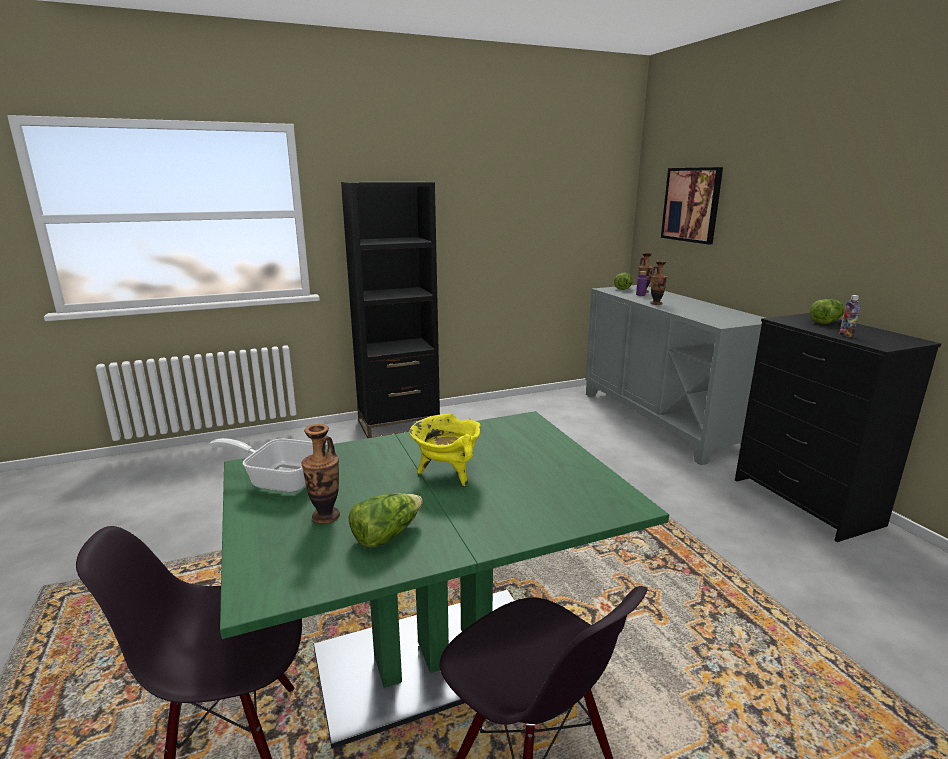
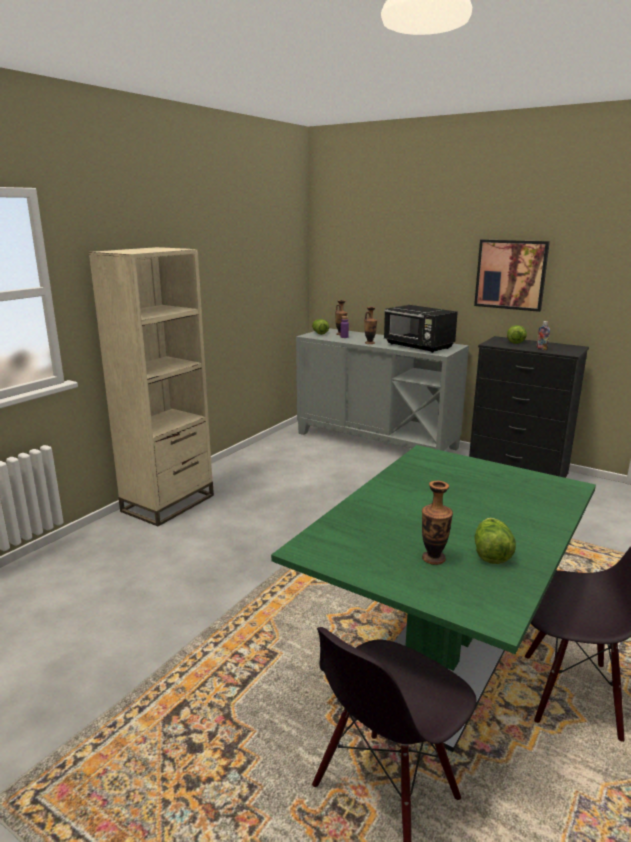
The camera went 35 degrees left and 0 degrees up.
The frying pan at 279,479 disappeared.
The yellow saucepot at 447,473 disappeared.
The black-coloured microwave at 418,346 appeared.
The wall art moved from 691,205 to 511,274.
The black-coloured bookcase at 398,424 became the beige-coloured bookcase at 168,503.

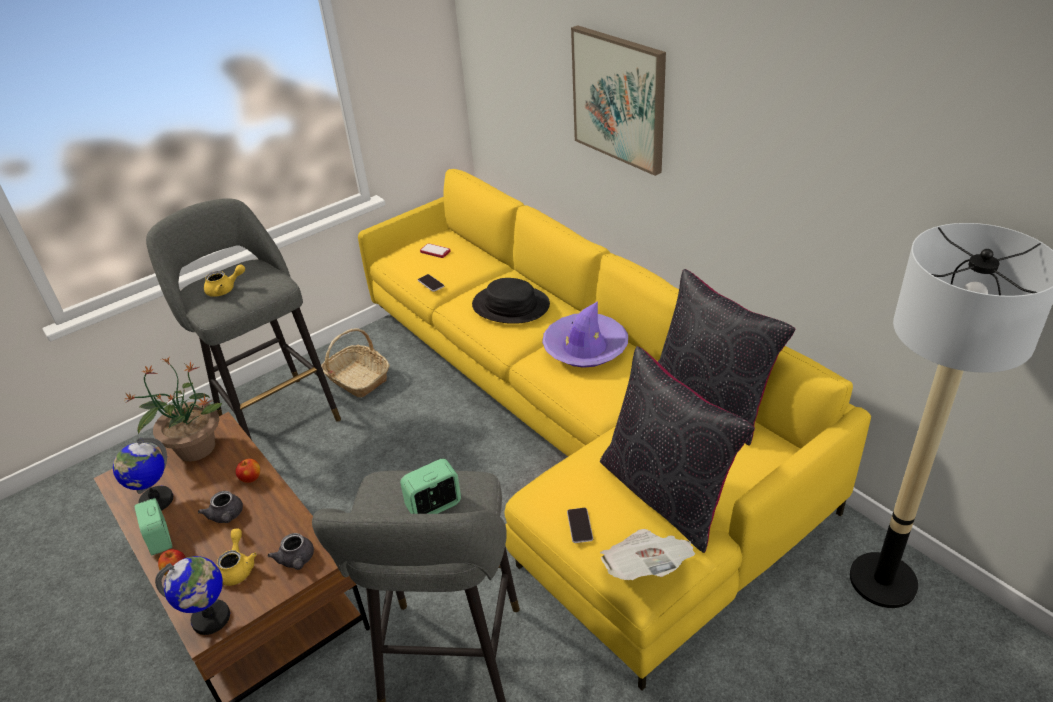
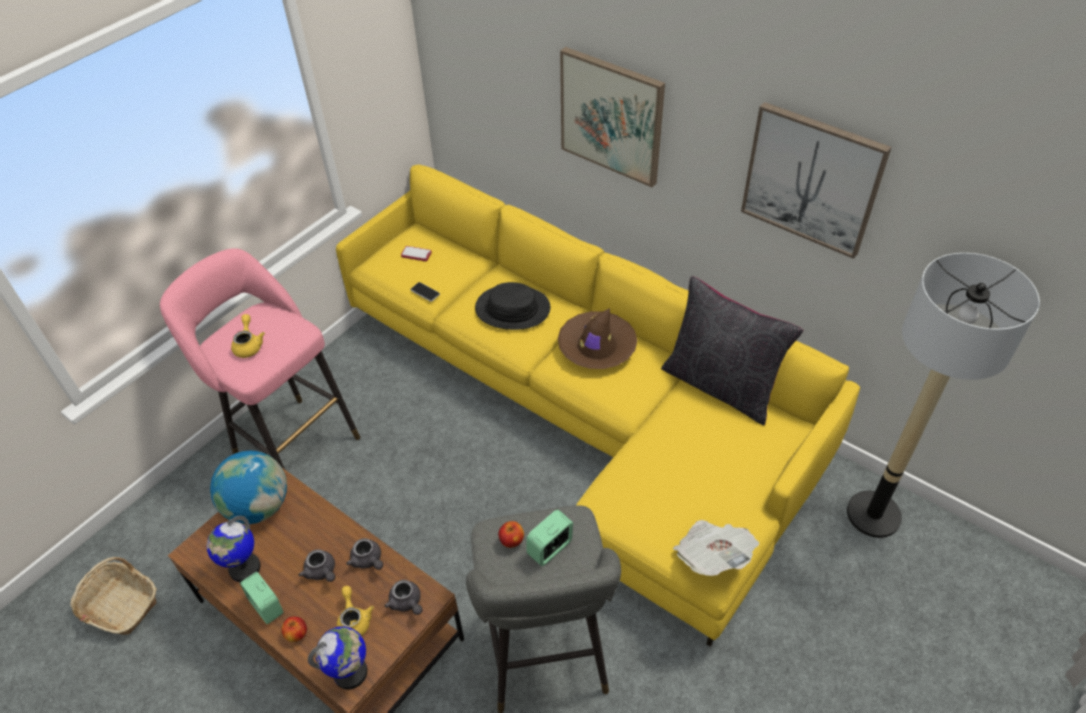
The camera went 15 degrees left and 10 degrees up.
The telephone at 580,526 disappeared.
The black-coloured throw pillow at 666,494 disappeared.
The grey tea pot at 368,560 appeared.
The wall art at 812,179 appeared.
The apple fruit moved from 251,478 to 511,540.
The household basket moved from 357,379 to 120,605.
The houseplant at 195,447 was replaced by the globe at 258,506.
The grey sitting stool at 275,416 became the pink sitting stool at 292,443.
The purplish hat at 585,348 became the brown hat at 597,347.
The yellow tea pot at 225,289 turned 60 degrees counterclockwise.

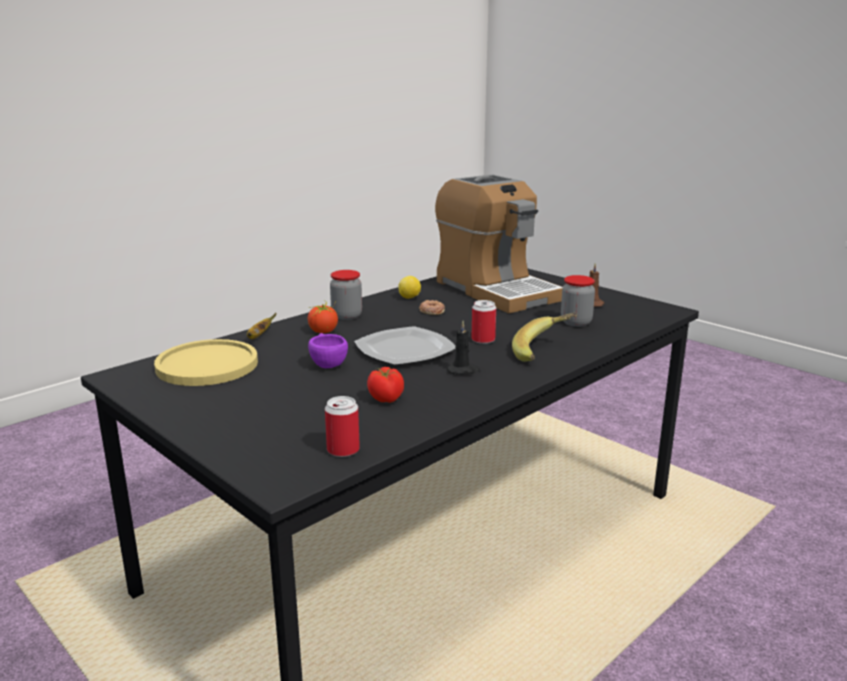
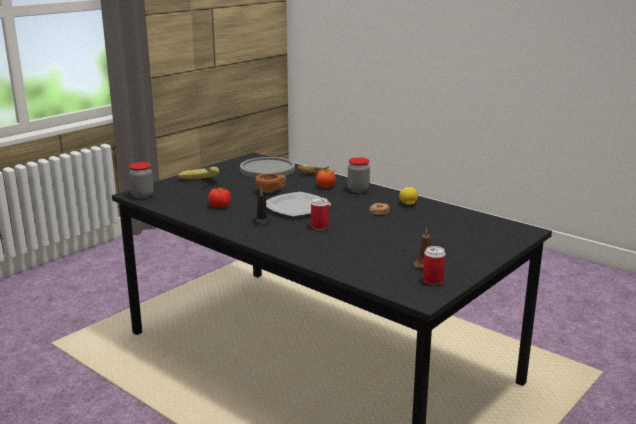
The camera went 85 degrees right and 0 degrees up.
The coffee machine at 495,290 disappeared.
The metal can moved from 343,450 to 433,280.
The banana moved from 544,352 to 198,183.
The preserve jar moved from 576,322 to 142,195.
The yellow flat dish at 207,365 became the grey flat dish at 267,169.
The purplish small cup at 327,363 became the brown small cup at 271,191.

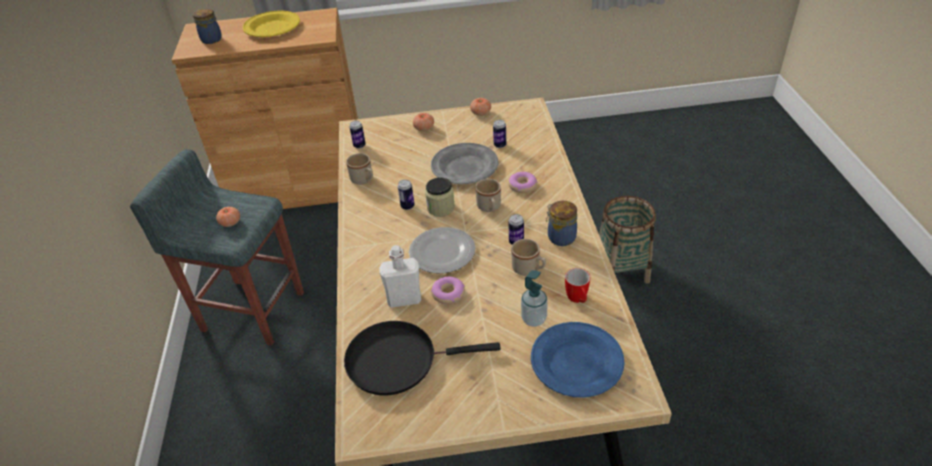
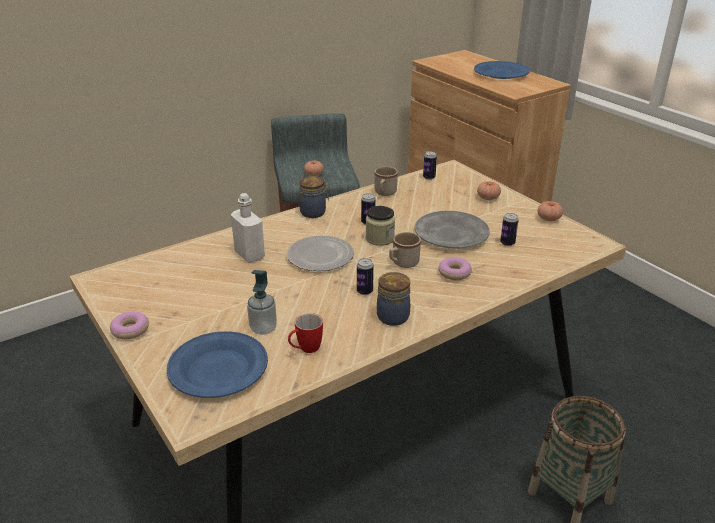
The camera went 60 degrees right and 10 degrees down.
The black-coloured frying pan at 398,360 disappeared.
The beige-coloured tea mug at 529,269 disappeared.
The preserve jar moved from 212,39 to 314,212.
The doughnut moved from 448,294 to 130,330.
The yellow flat dish at 272,28 became the bluish flat dish at 500,74.

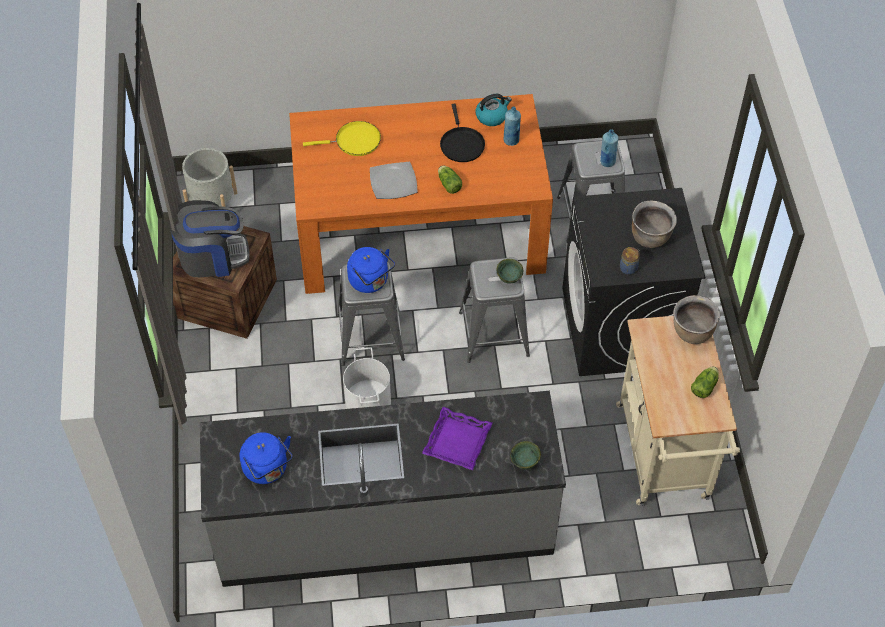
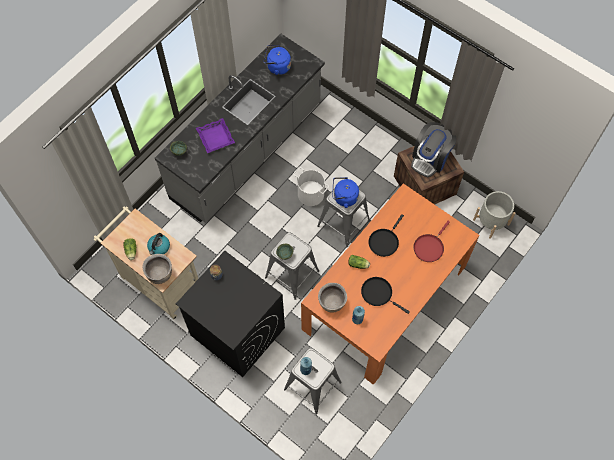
The camera went 135 degrees right and 10 degrees up.
The kettle moved from 492,116 to 159,247.
The brown saucepot moved from 650,237 to 332,303.
The flat dish at 394,182 was replaced by the black-coloured frying pan at 384,241.
The yellow frying pan at 354,141 became the red-coloured frying pan at 429,247.

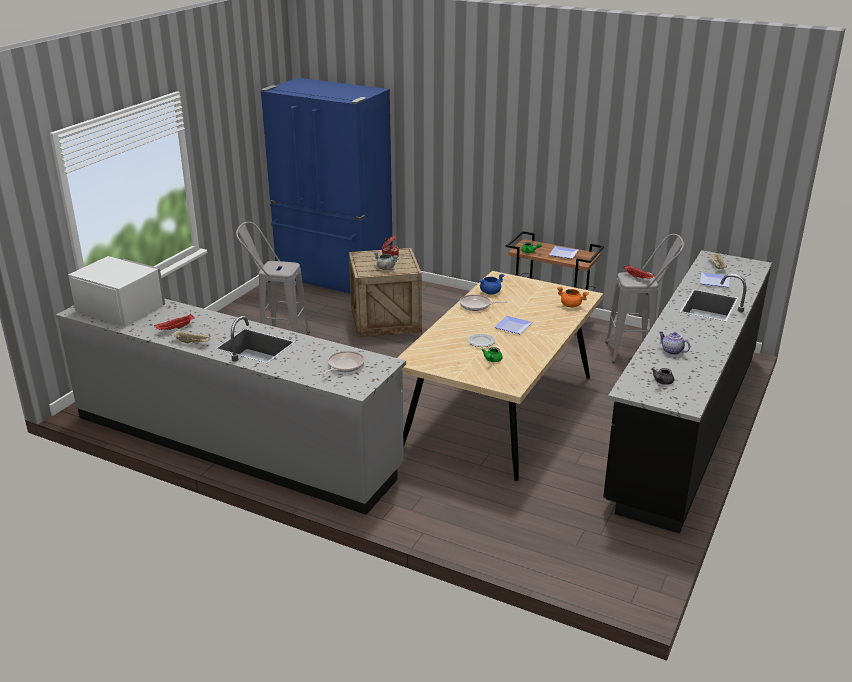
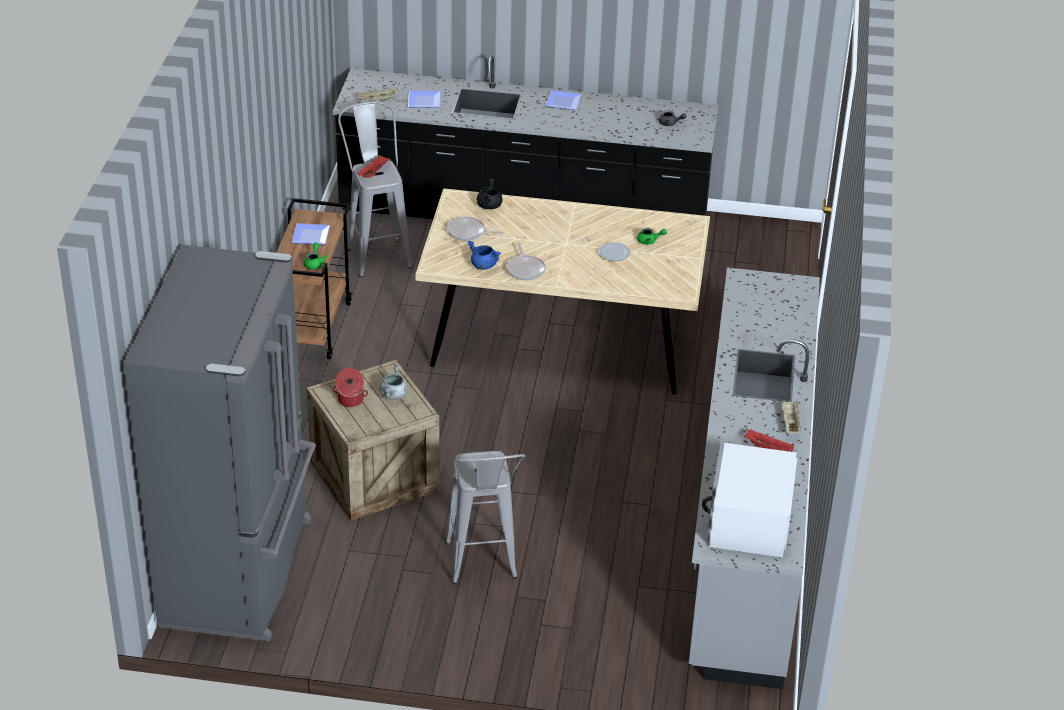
The camera went 110 degrees left and 10 degrees up.
The tea pot at 671,351 disappeared.
The frying pan moved from 344,365 to 468,232.
The flat dish moved from 512,326 to 562,102.
The bluish fridge at 333,277 became the grey fridge at 241,572.
The orange-coloured saucepot at 571,305 became the black-coloured saucepot at 489,205.

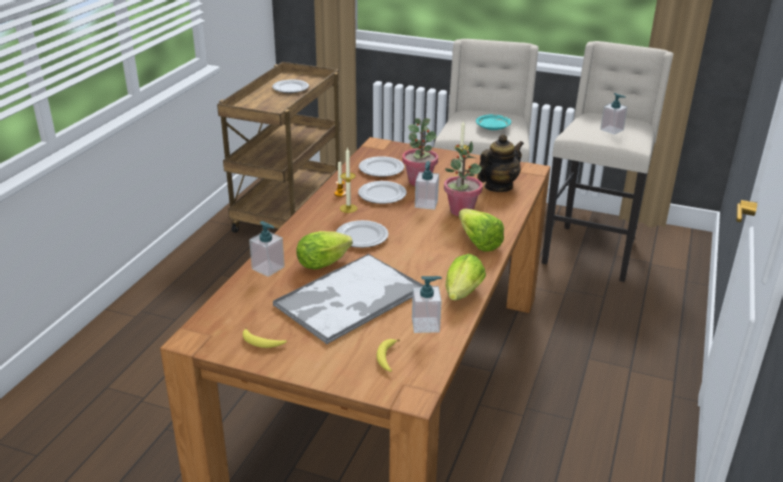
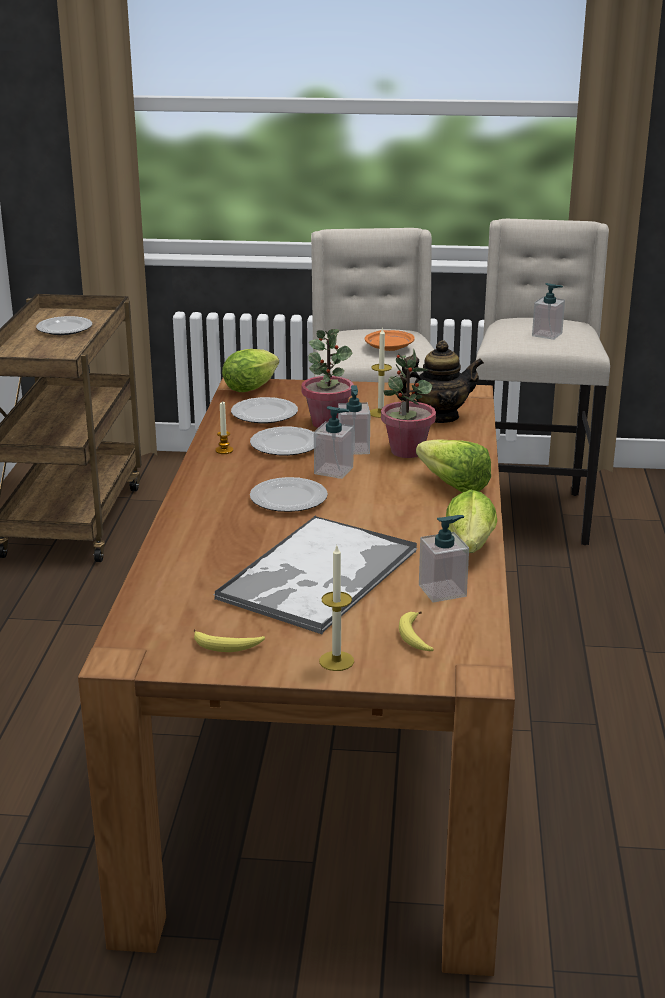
The camera went 15 degrees left and 5 degrees down.
The soap dispenser moved from 268,268 to 334,471.
The lettuce moved from 326,263 to 253,387.
The candle moved from 348,208 to 336,661.
The blue-green flat dish at 493,127 became the orange-coloured flat dish at 389,348.
The tea pot at 498,187 turned 45 degrees clockwise.

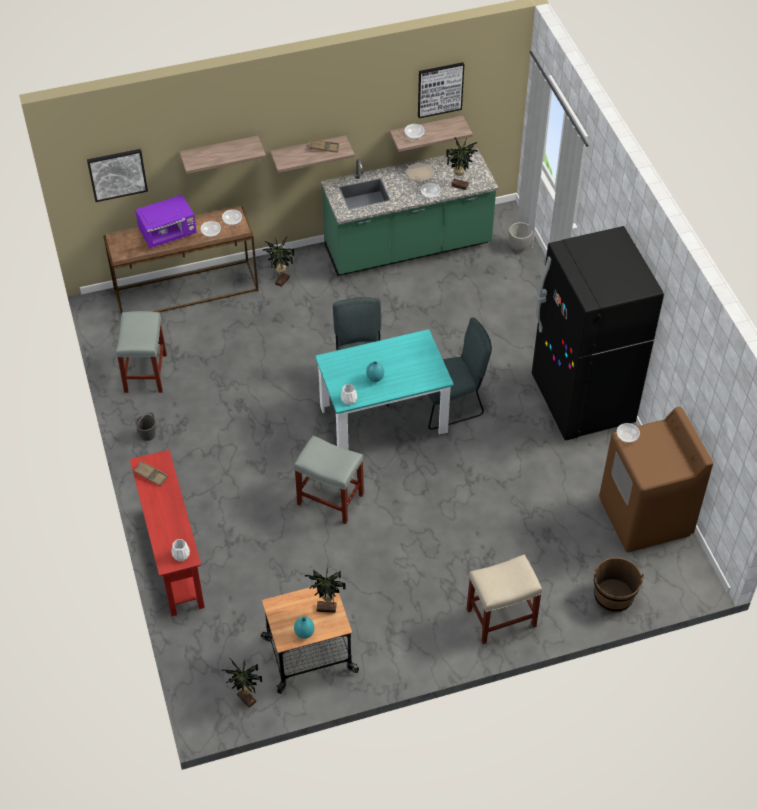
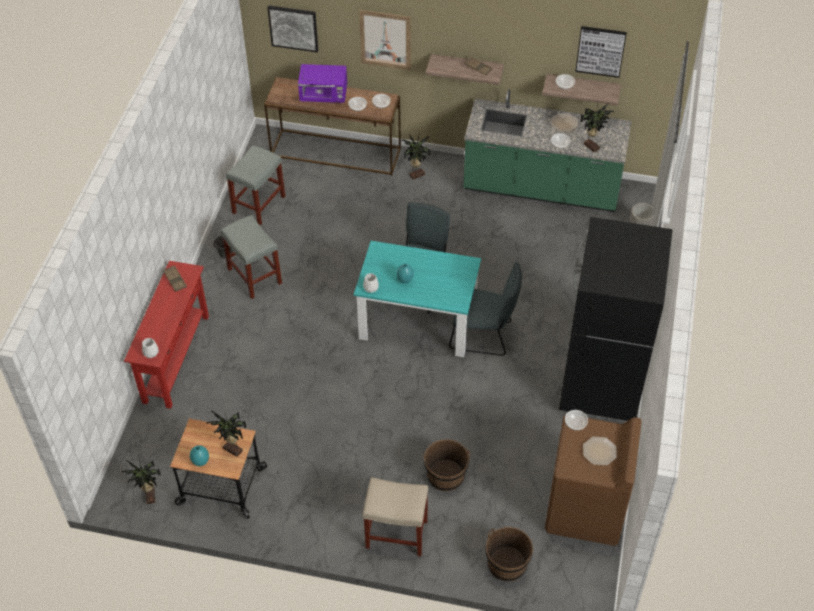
The camera went 30 degrees right and 0 degrees up.
The brown water bucket at 446,476 appeared.
The flat dish at 599,451 appeared.
The grey sitting stool moved from 329,499 to 254,275.
The shelf at 219,152 was replaced by the wall art at 385,40.

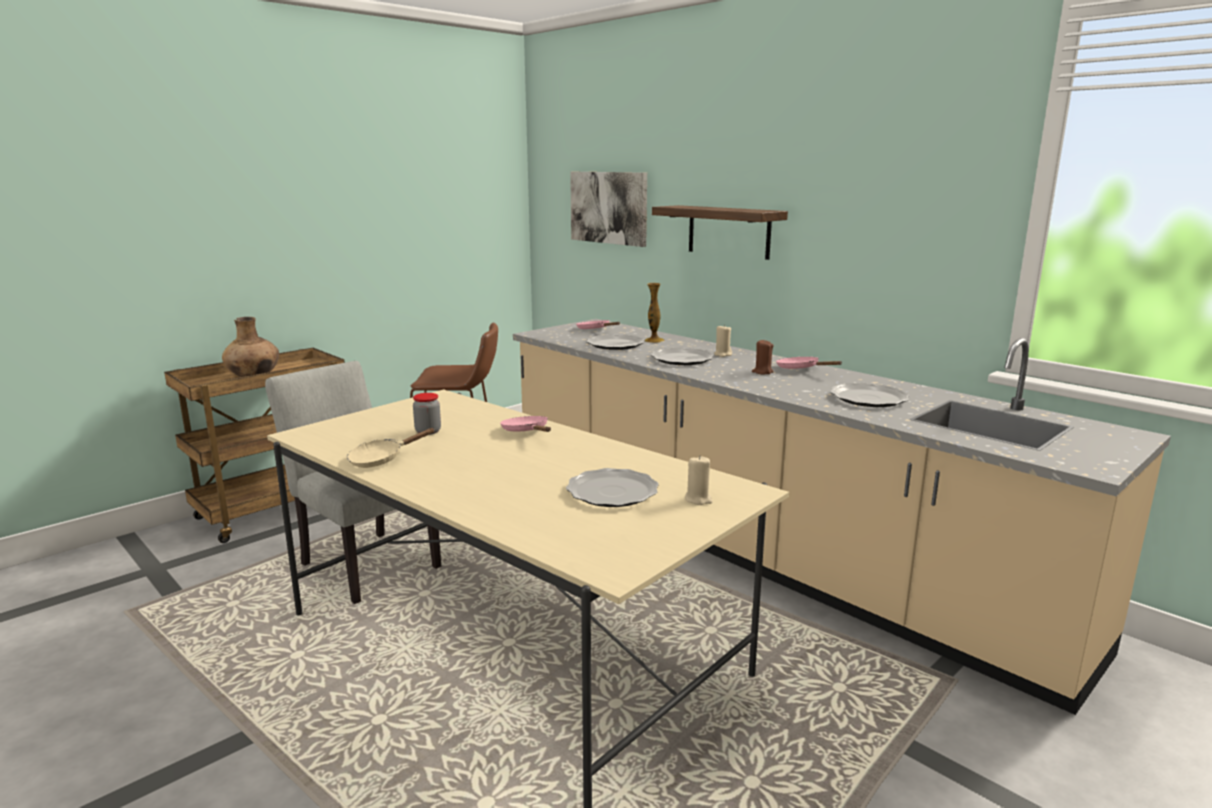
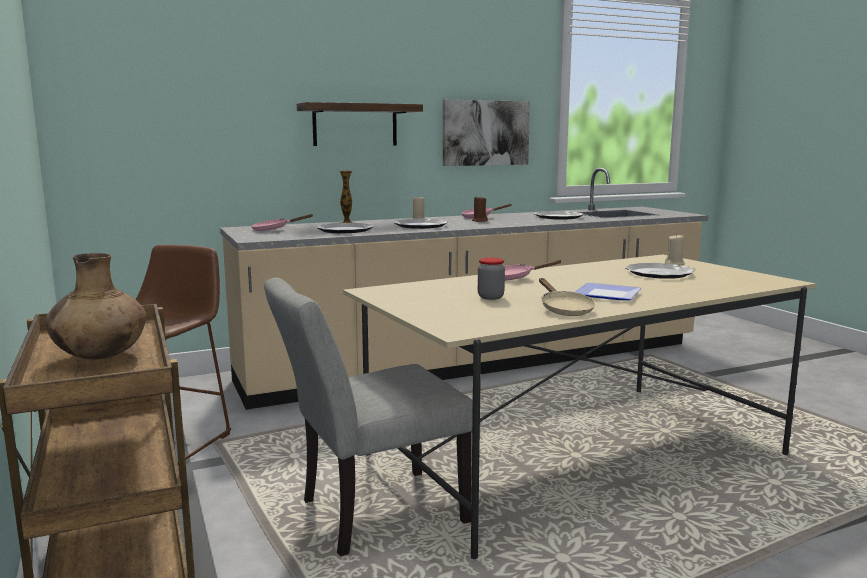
The camera went 70 degrees left and 5 degrees down.
The flat dish at 609,295 appeared.
The wall art moved from 609,207 to 485,133.

